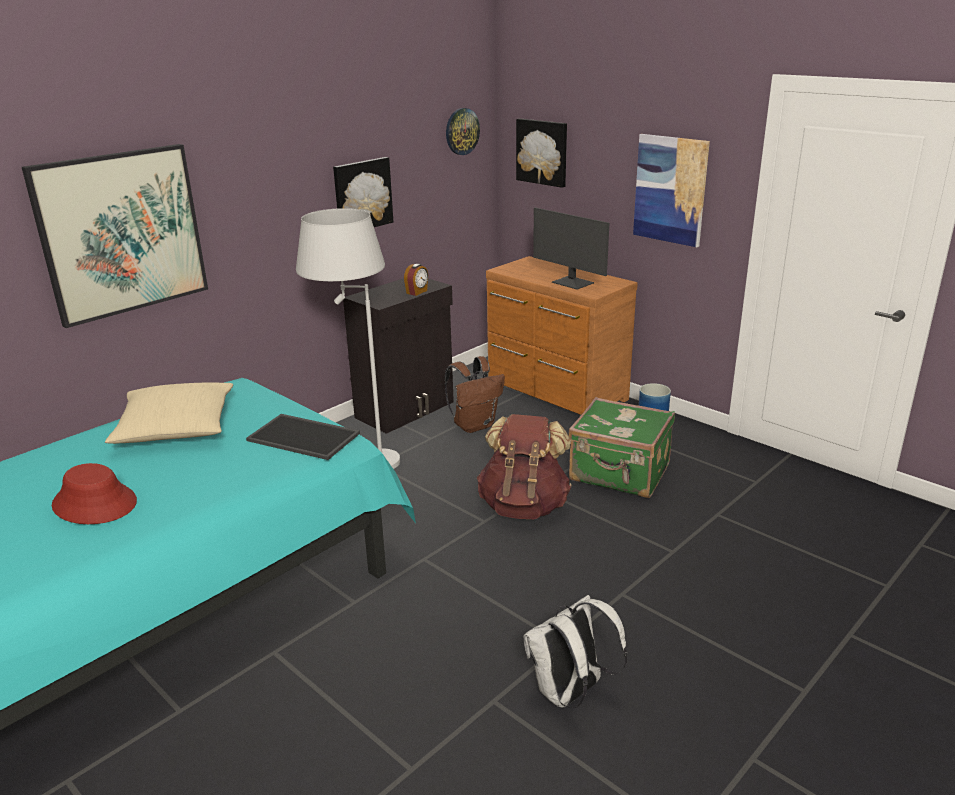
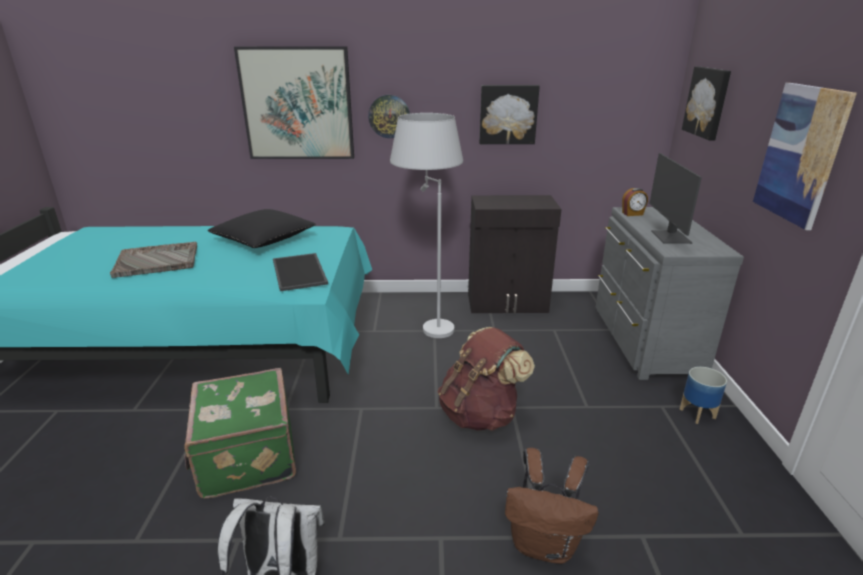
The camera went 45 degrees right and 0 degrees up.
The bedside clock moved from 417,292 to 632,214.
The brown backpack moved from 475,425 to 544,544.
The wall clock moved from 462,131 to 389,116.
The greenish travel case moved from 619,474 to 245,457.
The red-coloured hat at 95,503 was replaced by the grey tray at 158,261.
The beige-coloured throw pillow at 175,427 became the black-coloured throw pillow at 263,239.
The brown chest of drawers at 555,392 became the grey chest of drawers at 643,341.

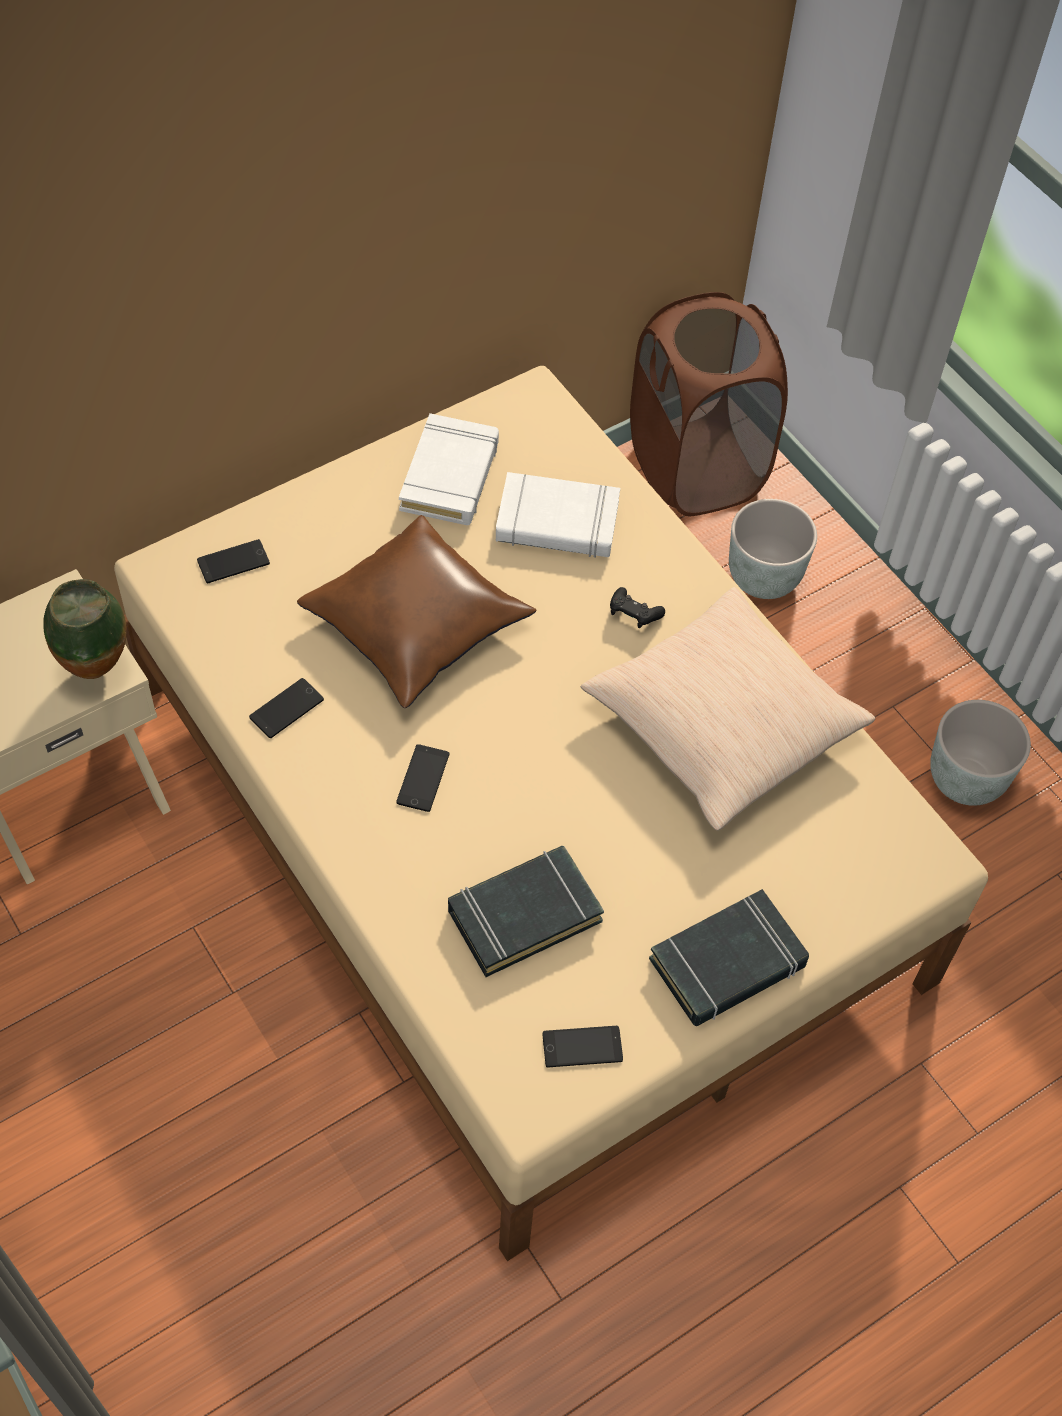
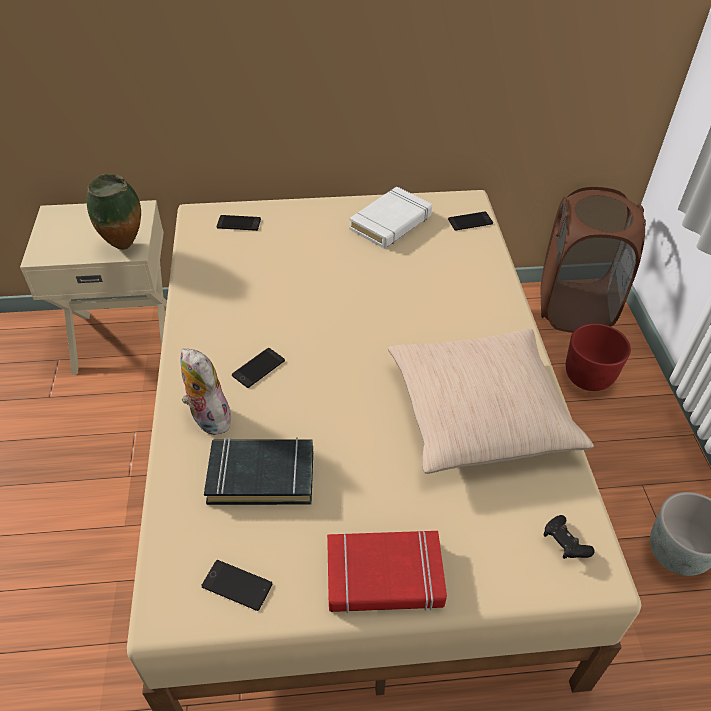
The camera went 30 degrees right and 10 degrees down.
The brown throw pillow at 416,622 disappeared.
The white-coloured book at 557,522 disappeared.
The plush toy at 207,418 appeared.
The telephone moved from 286,709 to 470,221.
The black-coloured game controller moved from 633,615 to 564,544.
The black-coloured book at 728,963 became the red-coloured book at 384,576.
The grey plant pot at 764,578 became the red-coloured plant pot at 588,378.

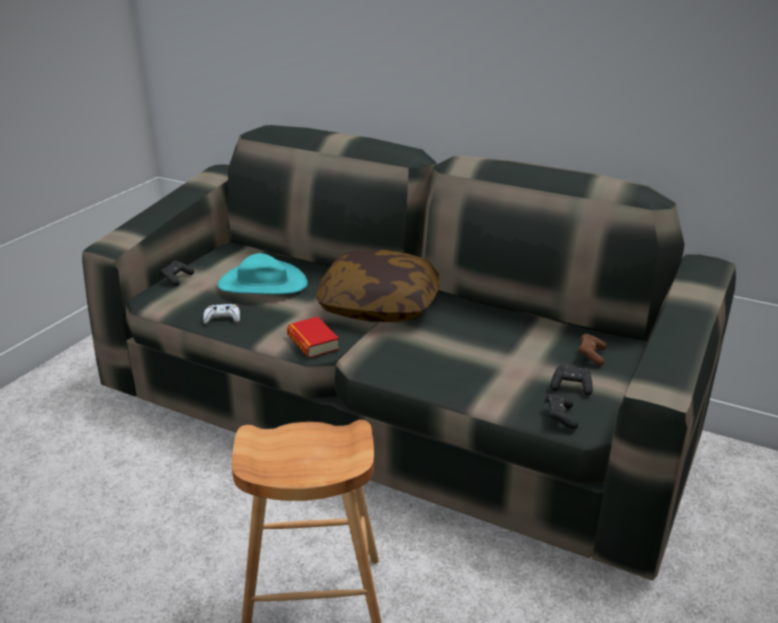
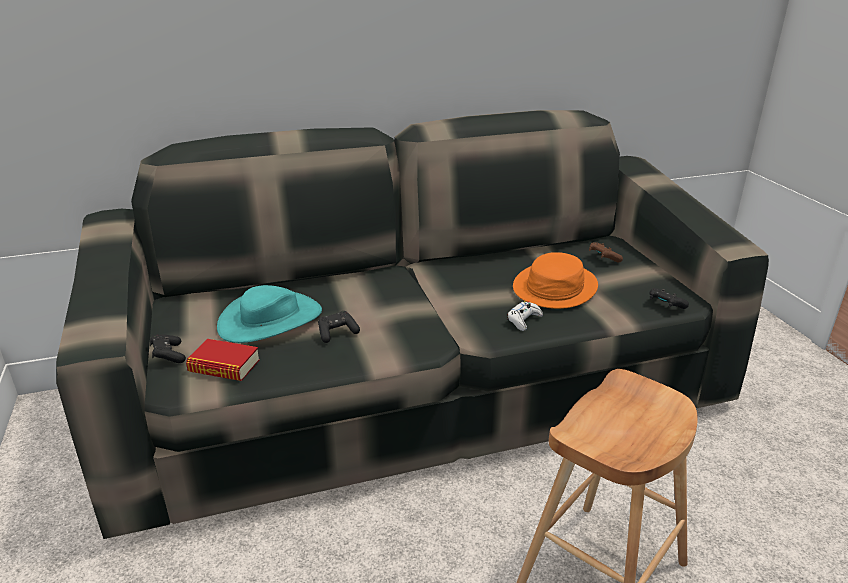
The camera went 45 degrees left and 0 degrees up.
The throw pillow at 379,305 disappeared.
The orange-coloured hat at 554,287 appeared.
The white-coloured game controller moved from 222,318 to 523,320.
The book moved from 313,342 to 224,366.
The black-coloured game controller moved from 571,387 to 337,333.

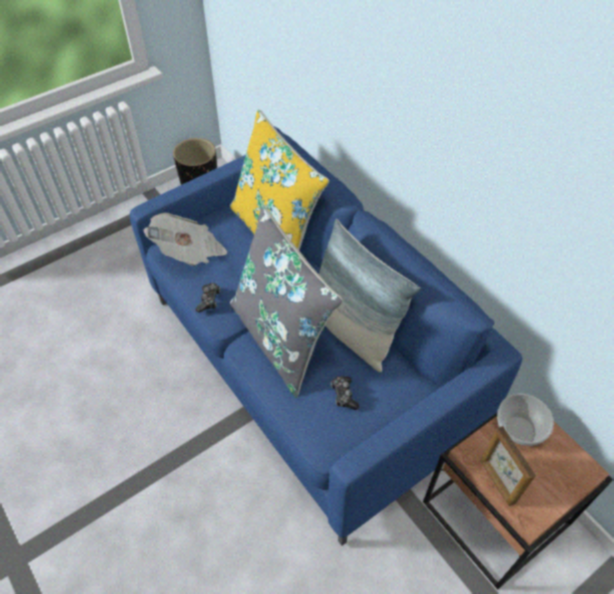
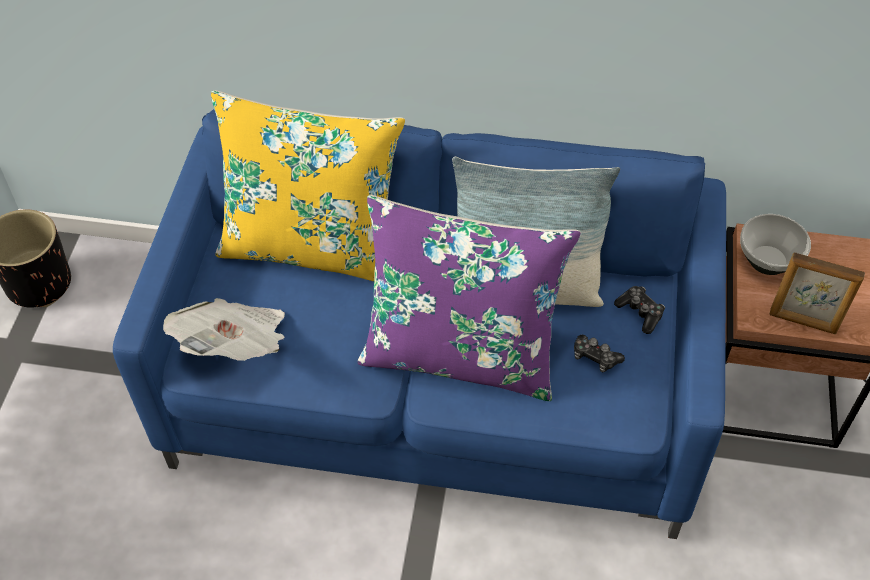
The camera went 45 degrees left and 0 degrees up.
The game controller moved from 209,300 to 640,313.
The grey throw pillow at 281,338 became the purplish throw pillow at 460,354.

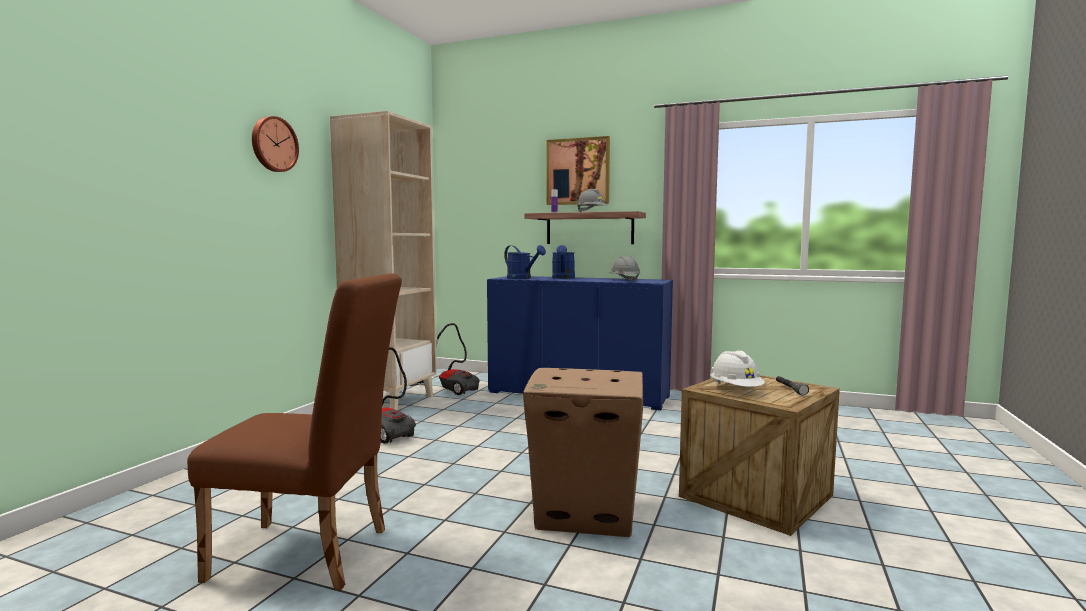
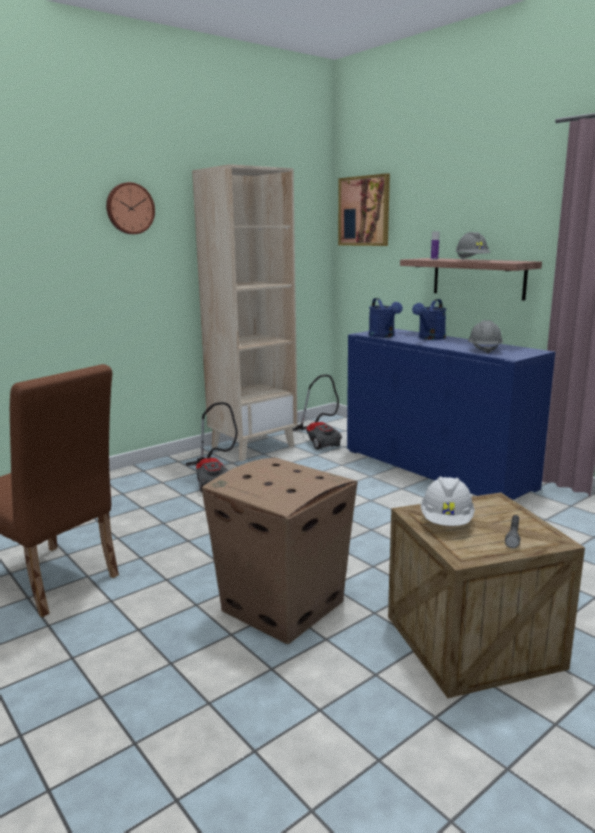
The camera went 30 degrees right and 10 degrees up.
The wall art moved from 578,171 to 364,211.

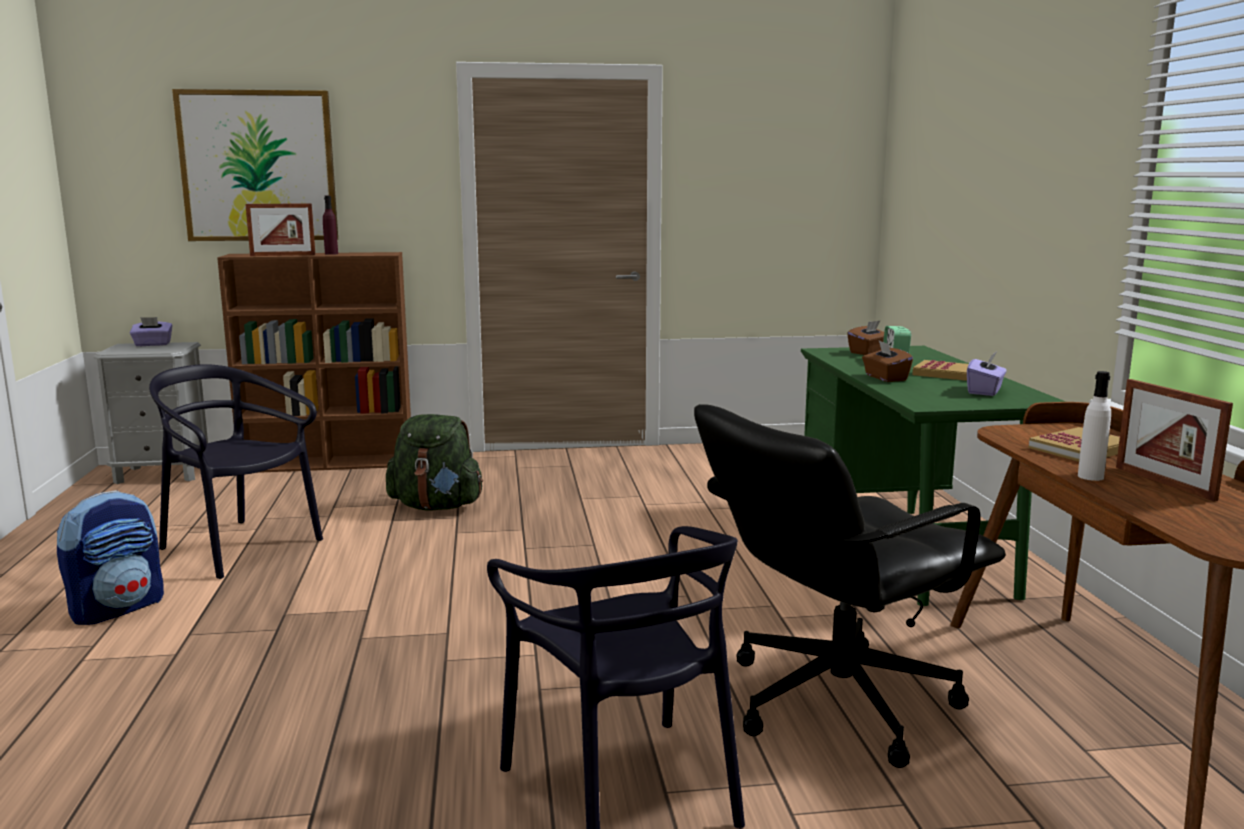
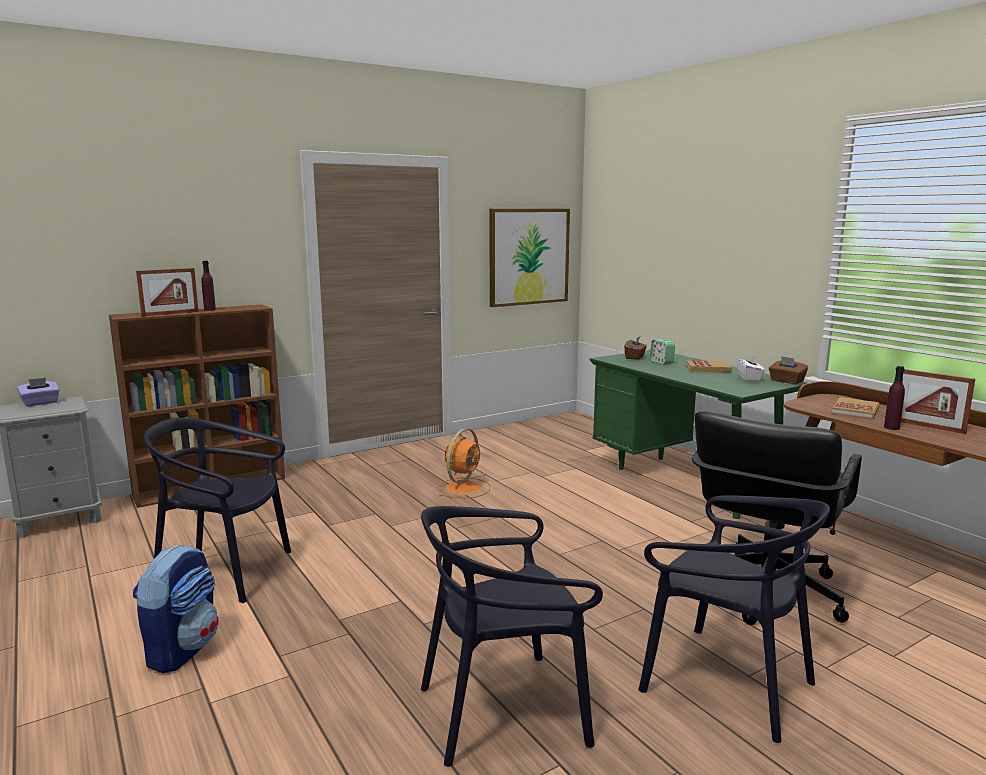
The camera went 25 degrees left and 0 degrees up.
The greenish backpack at 437,506 disappeared.
The black-coloured upright chair at 503,710 appeared.
The orange-coloured electric fan at 464,488 appeared.
The wall art moved from 258,166 to 529,256.
The brown box of tissues moved from 885,378 to 786,381.
The purplish box of tissues at 985,391 became the white-coloured box of tissues at 749,378.
The white-coloured bottle at 1090,477 became the purplish bottle at 891,427.

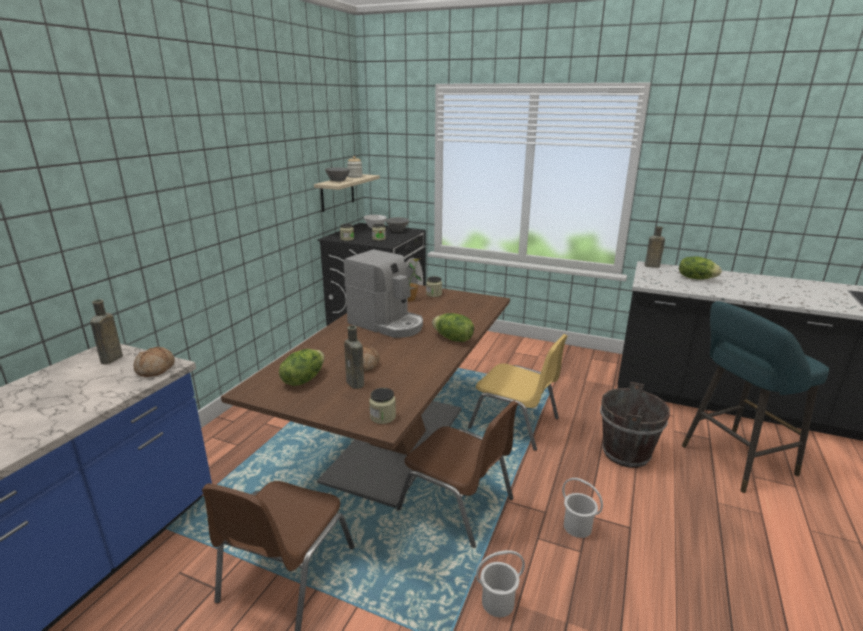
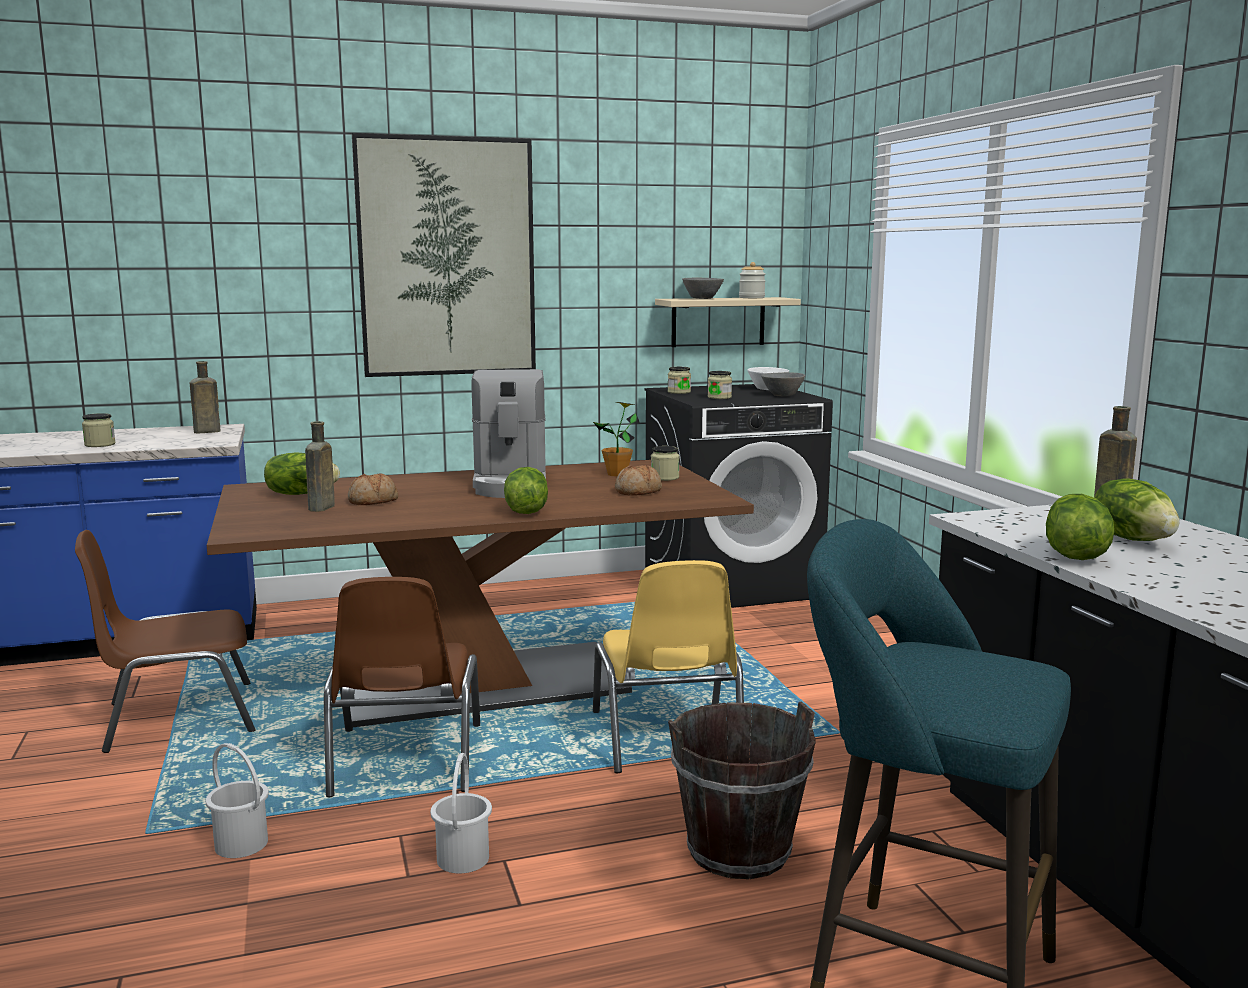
The camera went 50 degrees right and 10 degrees down.
The wall art at 447,258 appeared.
The lettuce at 1073,555 appeared.
The baked bread moved from 156,369 to 638,492.
The preserve jar moved from 383,417 to 100,444.

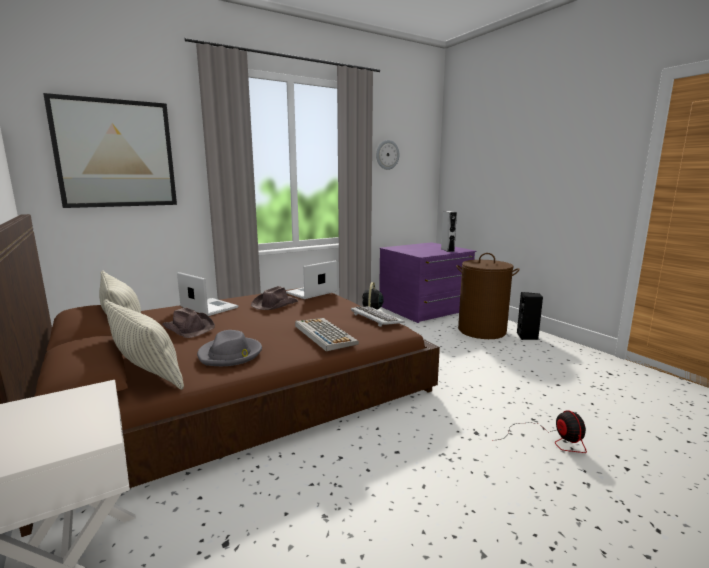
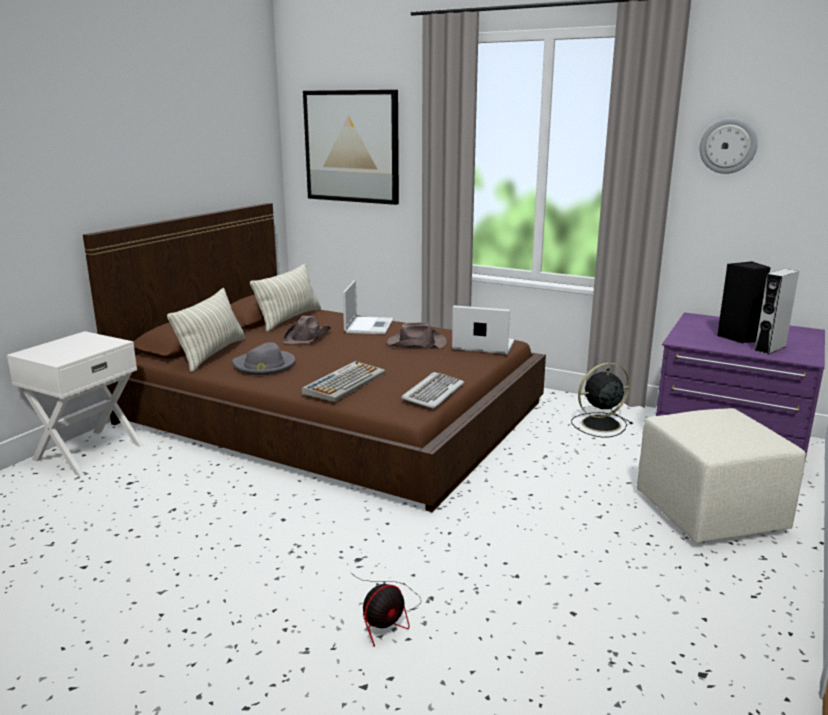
The camera went 60 degrees right and 5 degrees up.
The black-coloured audio speaker moved from 527,337 to 738,338.
The brown laundry basket at 482,331 was replaced by the beige-coloured footrest at 711,514.

